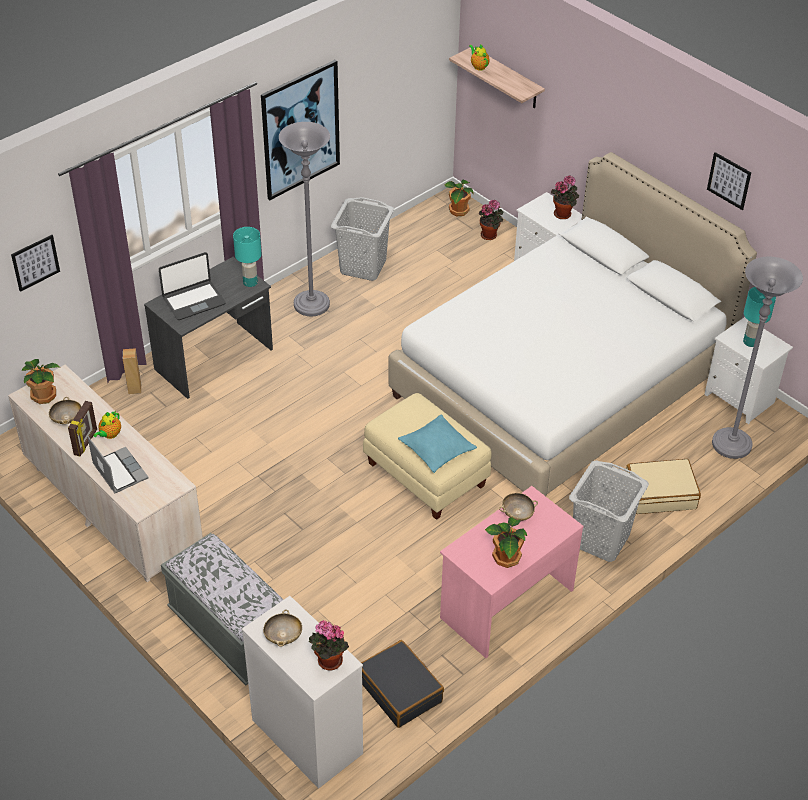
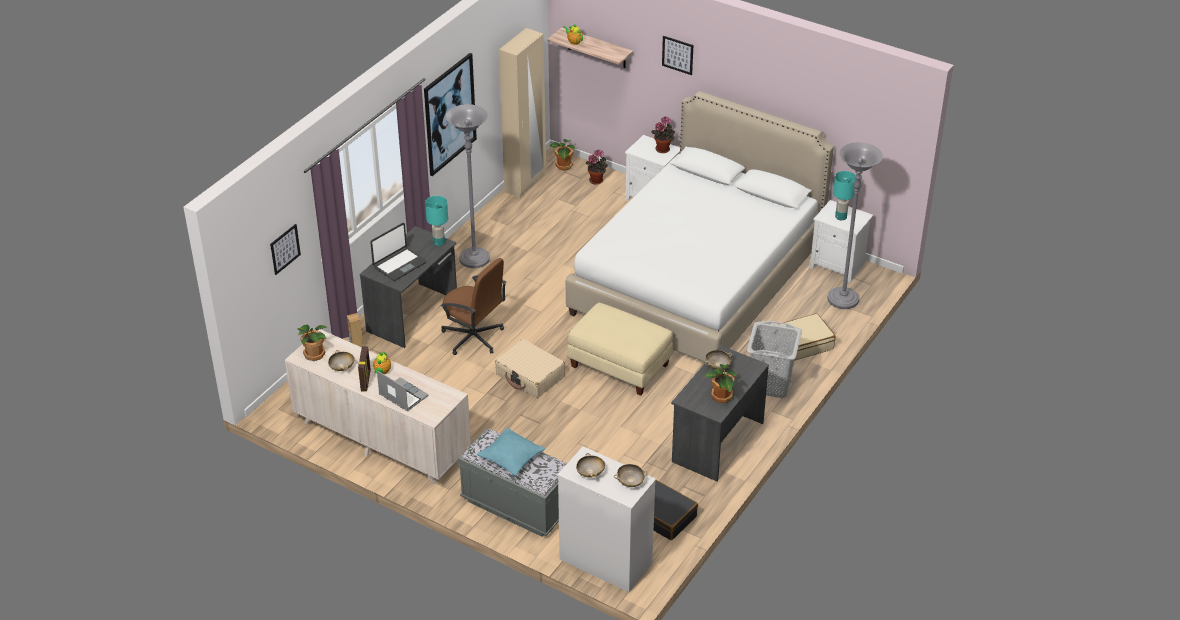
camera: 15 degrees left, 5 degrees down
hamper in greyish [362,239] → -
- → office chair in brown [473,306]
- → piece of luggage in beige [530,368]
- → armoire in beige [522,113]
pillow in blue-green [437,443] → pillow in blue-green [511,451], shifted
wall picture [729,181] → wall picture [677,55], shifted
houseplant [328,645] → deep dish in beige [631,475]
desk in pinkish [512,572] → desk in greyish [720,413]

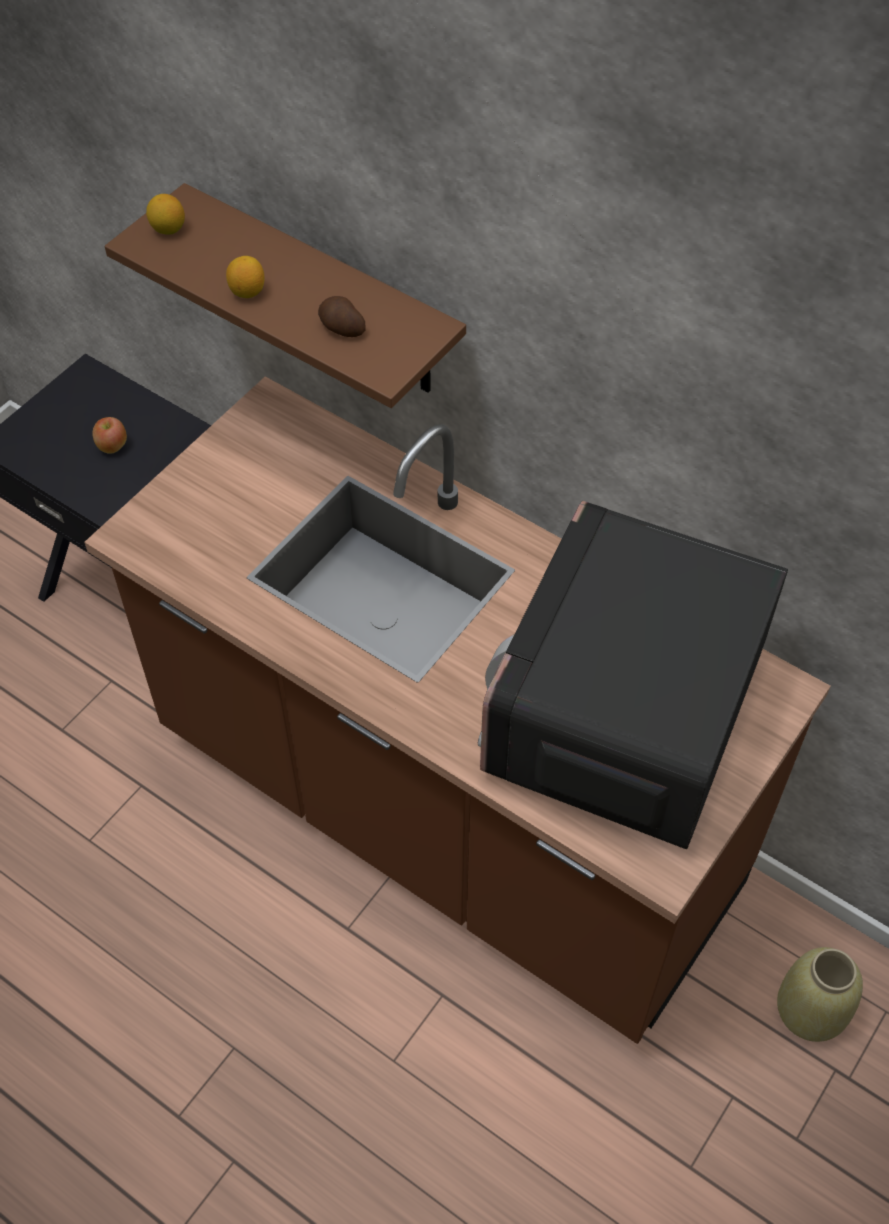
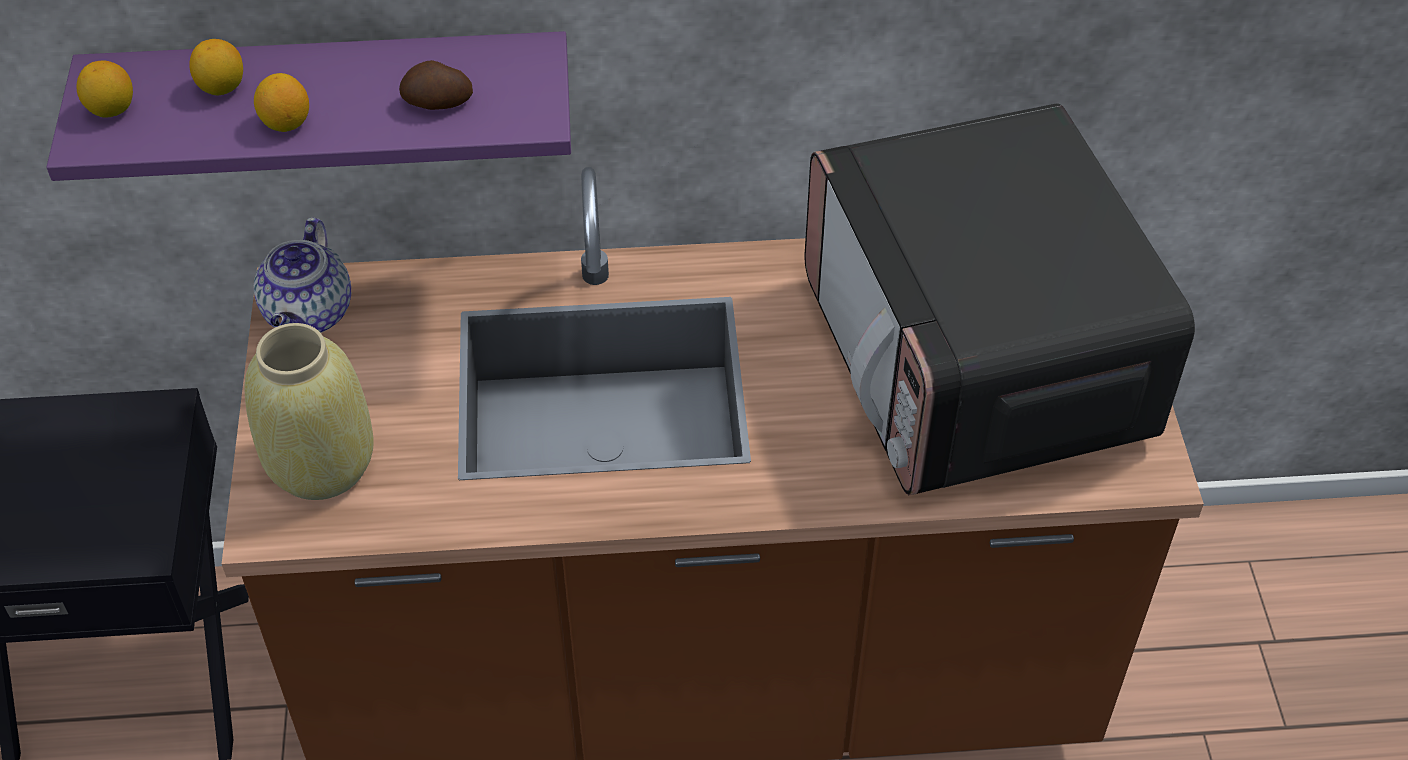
camera: 40 degrees left, 5 degrees down
apple [109,435] → -
- → citrus fruit [216,67]
- → teapot [302,275]
vase in beige [820,994] → vase in beige [309,411], shifted
wall shelf in brown [285,295] → wall shelf in purple-coloured [308,106]

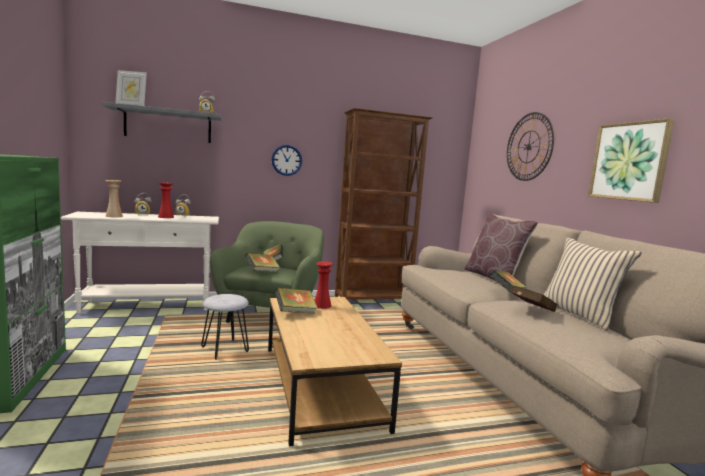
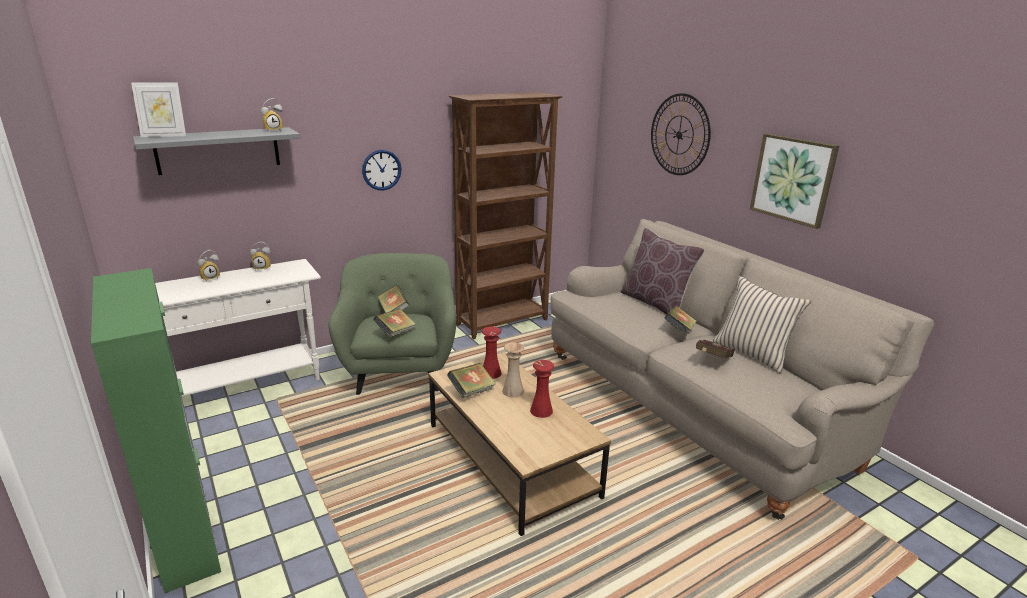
camera: 15 degrees left, 15 degrees up
stool seat in greyish [225,327] → -
vase in beige [114,198] → vase in beige [513,370], shifted
vase in red [166,200] → vase in red [542,389], shifted

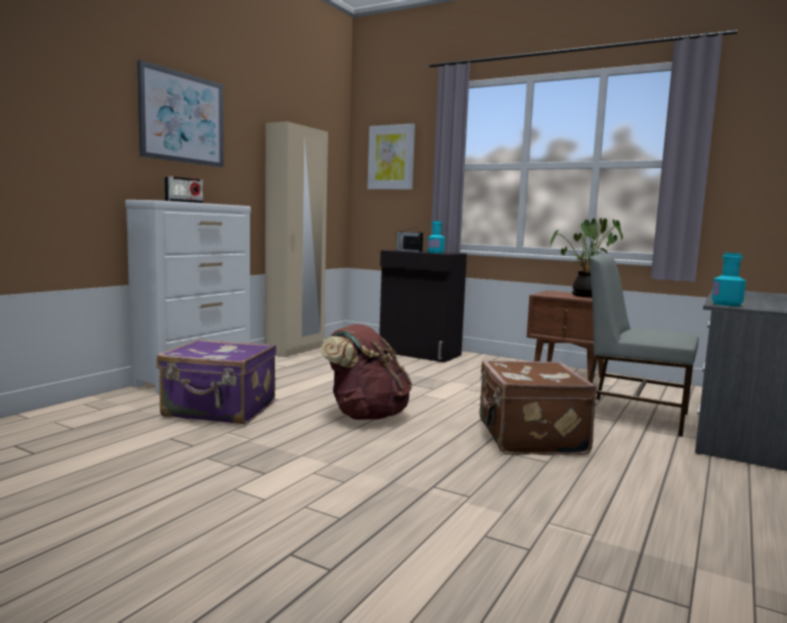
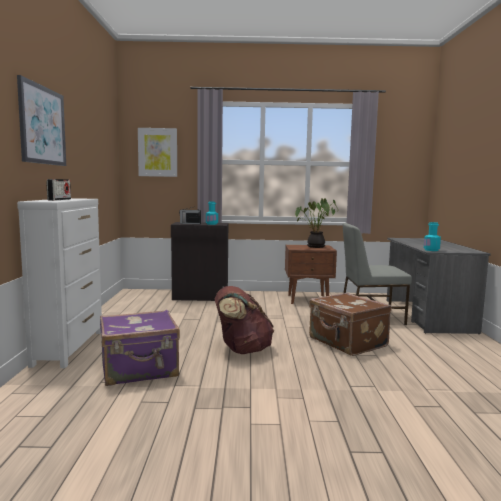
camera: 30 degrees left, 0 degrees up
armoire in beige [296,239] → -

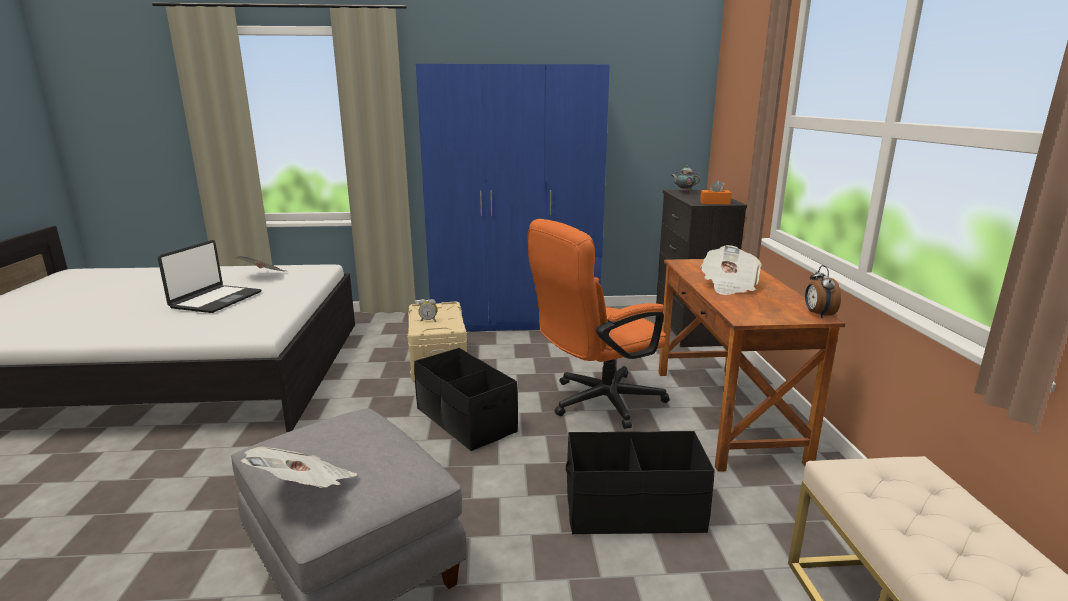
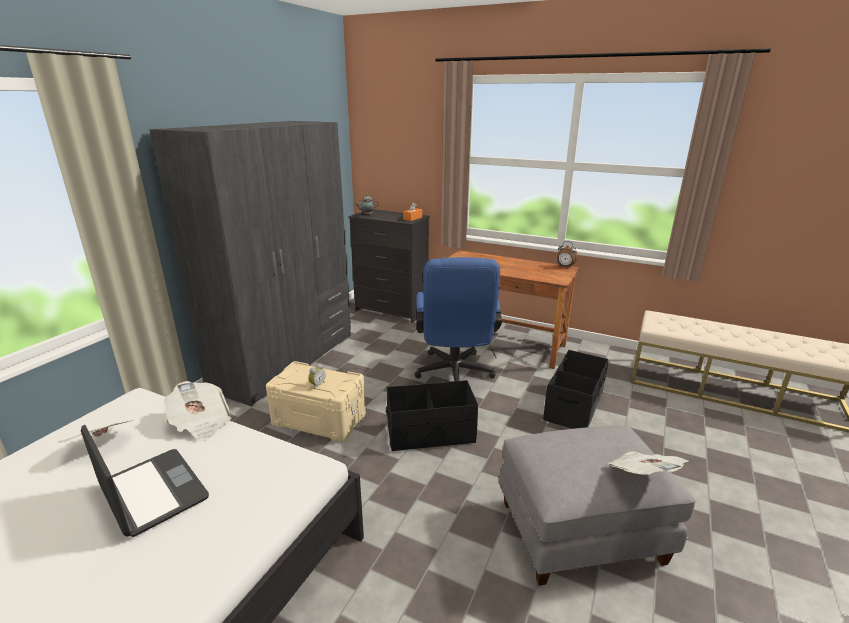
camera: 60 degrees left, 5 degrees up
daily paper [731,270] → daily paper [197,411], shifted
armoire in blue-coloured [513,198] → armoire in greyish [250,264]
office chair in orangey [598,324] → office chair in blue-coloured [458,319]

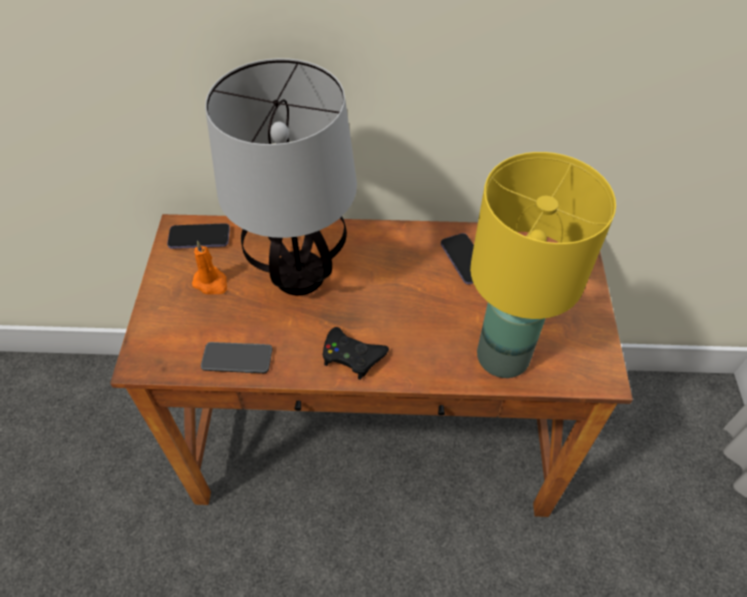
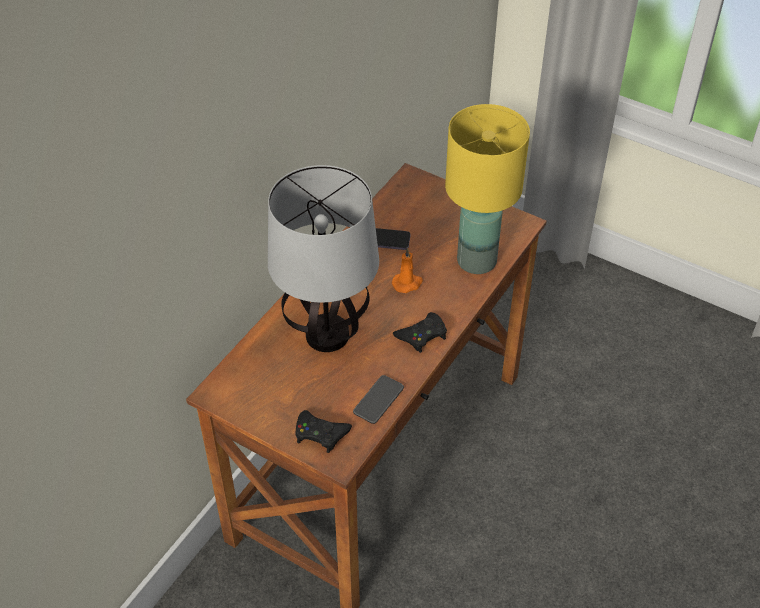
camera: 60 degrees left, 5 degrees down
handset [198,236] → -
- → gamepad in black-coloured [323,431]
candle in orangey [209,267] → candle in orangey [407,270], shifted

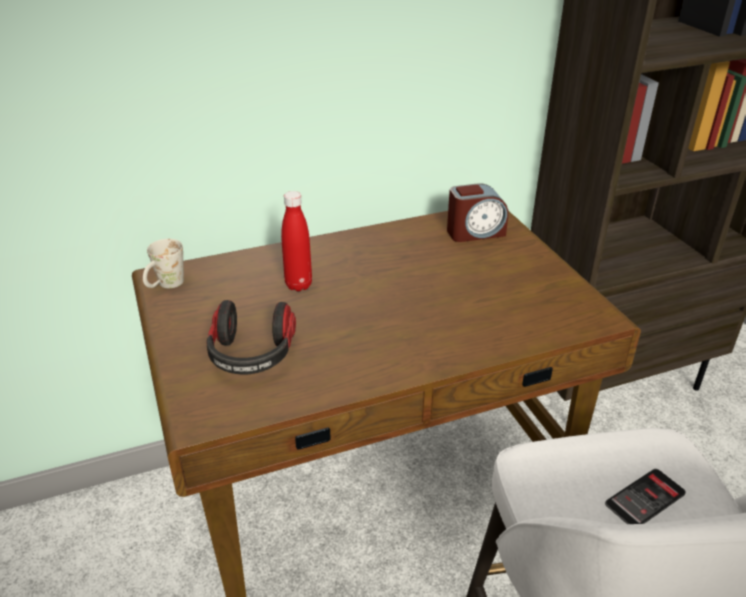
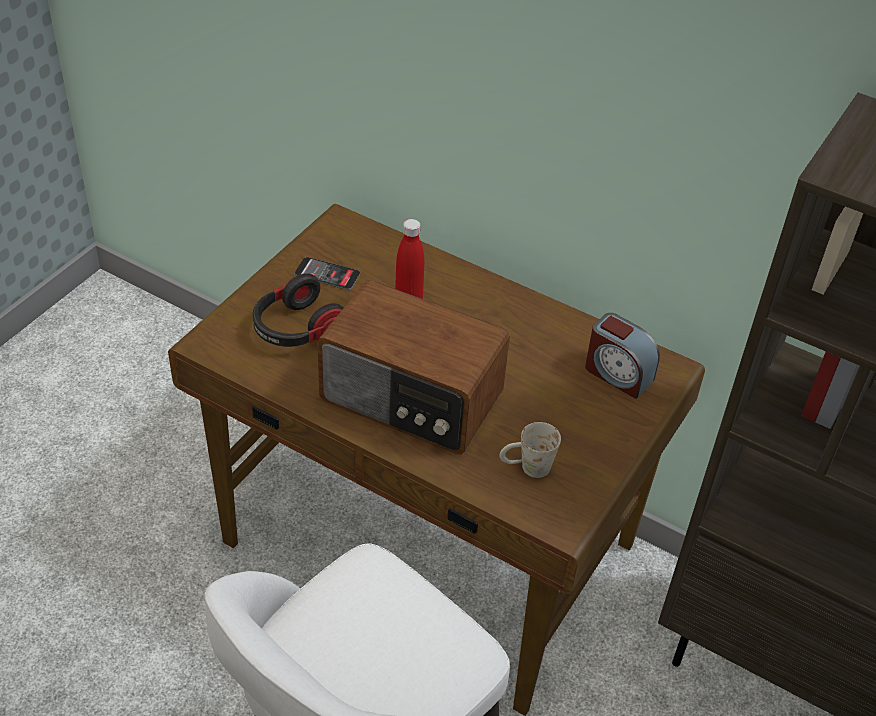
camera: 50 degrees right, 10 degrees up
- → radio receiver [413,367]
mug in whitish [163,263] → mug in whitish [530,450], shifted
handset [645,496] → handset [327,273], shifted

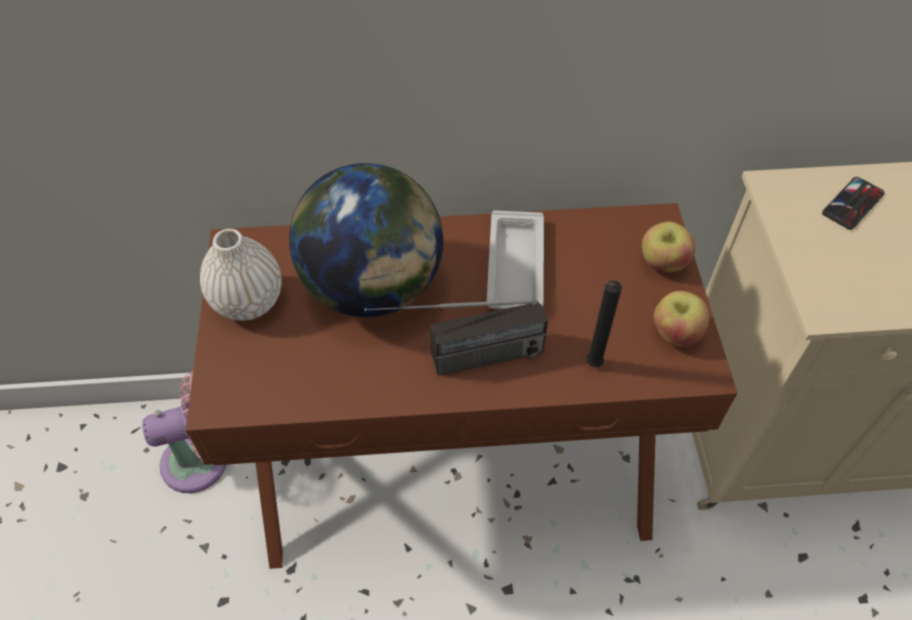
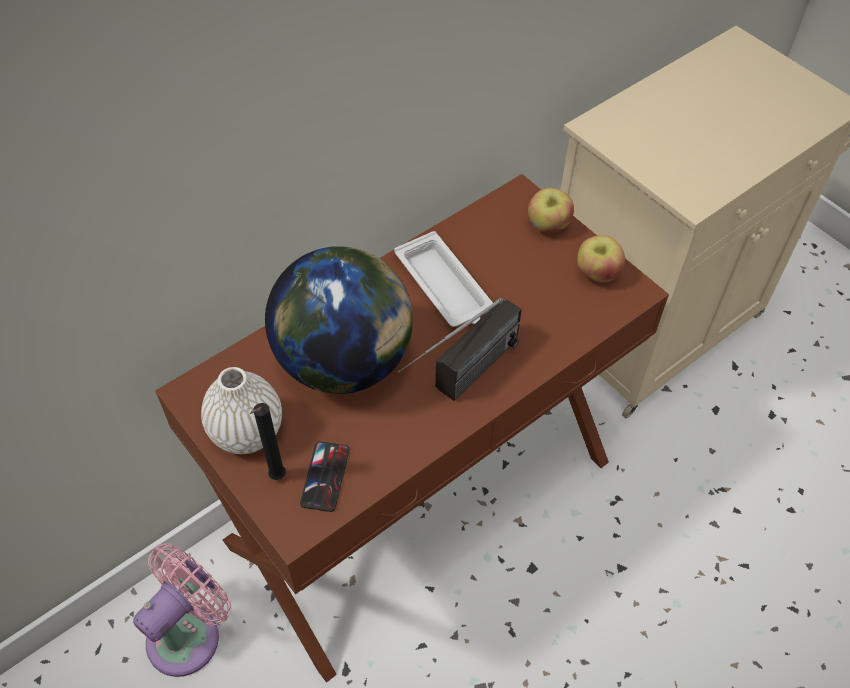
camera: 35 degrees left, 0 degrees up
candle in black-coloured [604,323] → candle in black-coloured [268,441], shifted
handset [853,203] → handset [324,476], shifted

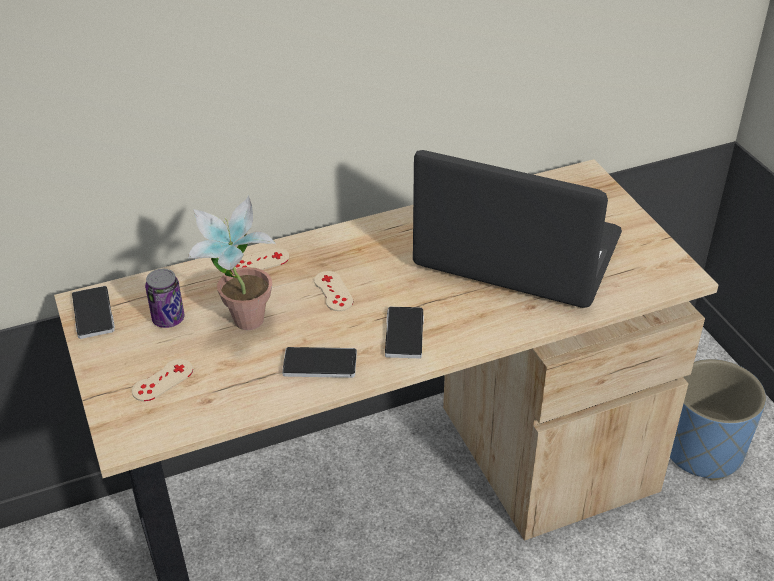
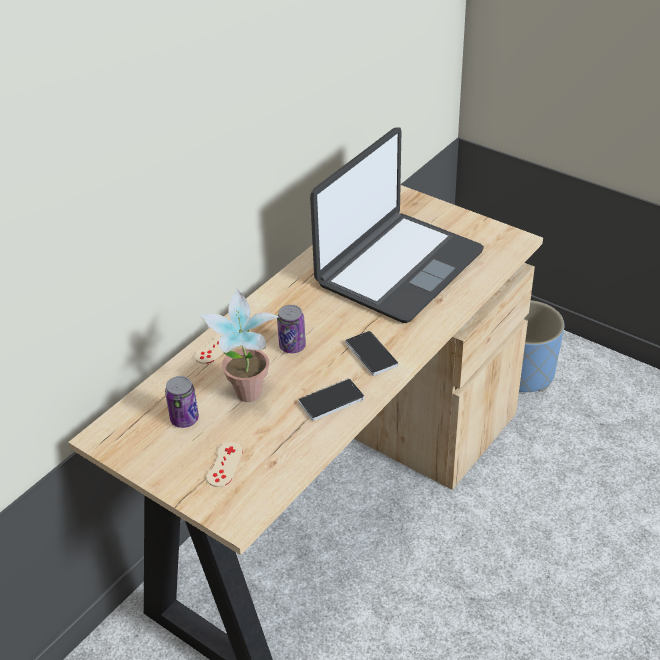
camera: 30 degrees left, 0 degrees up
handset [93,312] → -
gamepad in beige [333,291] → sealed can [291,329]
notebook computer [517,229] → notebook computer [397,225], 135 degrees clockwise

